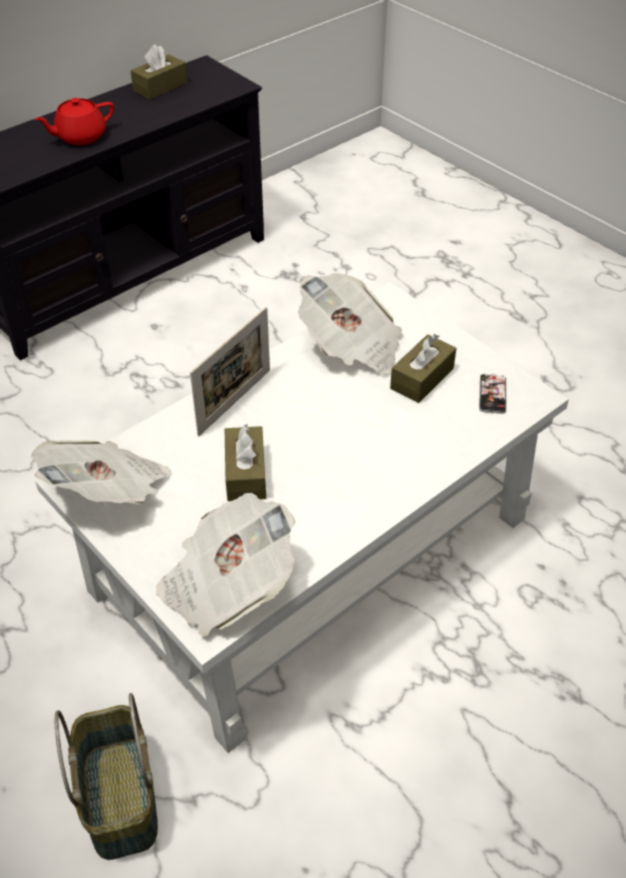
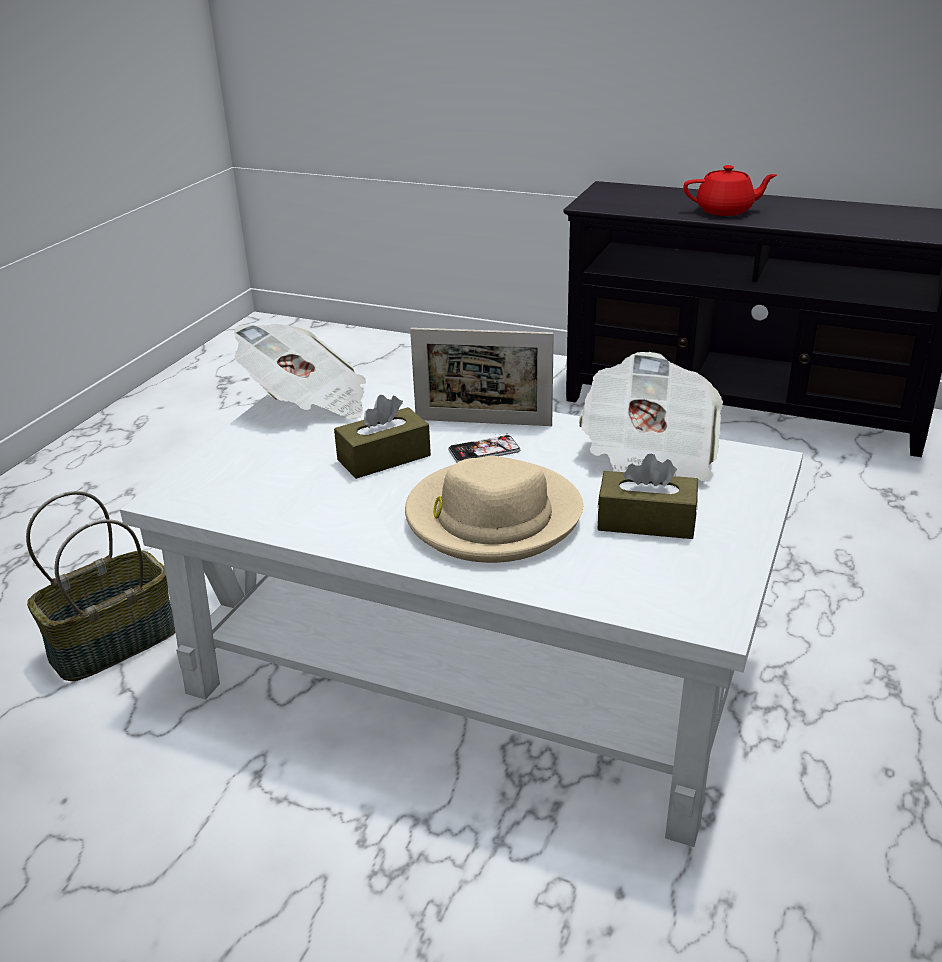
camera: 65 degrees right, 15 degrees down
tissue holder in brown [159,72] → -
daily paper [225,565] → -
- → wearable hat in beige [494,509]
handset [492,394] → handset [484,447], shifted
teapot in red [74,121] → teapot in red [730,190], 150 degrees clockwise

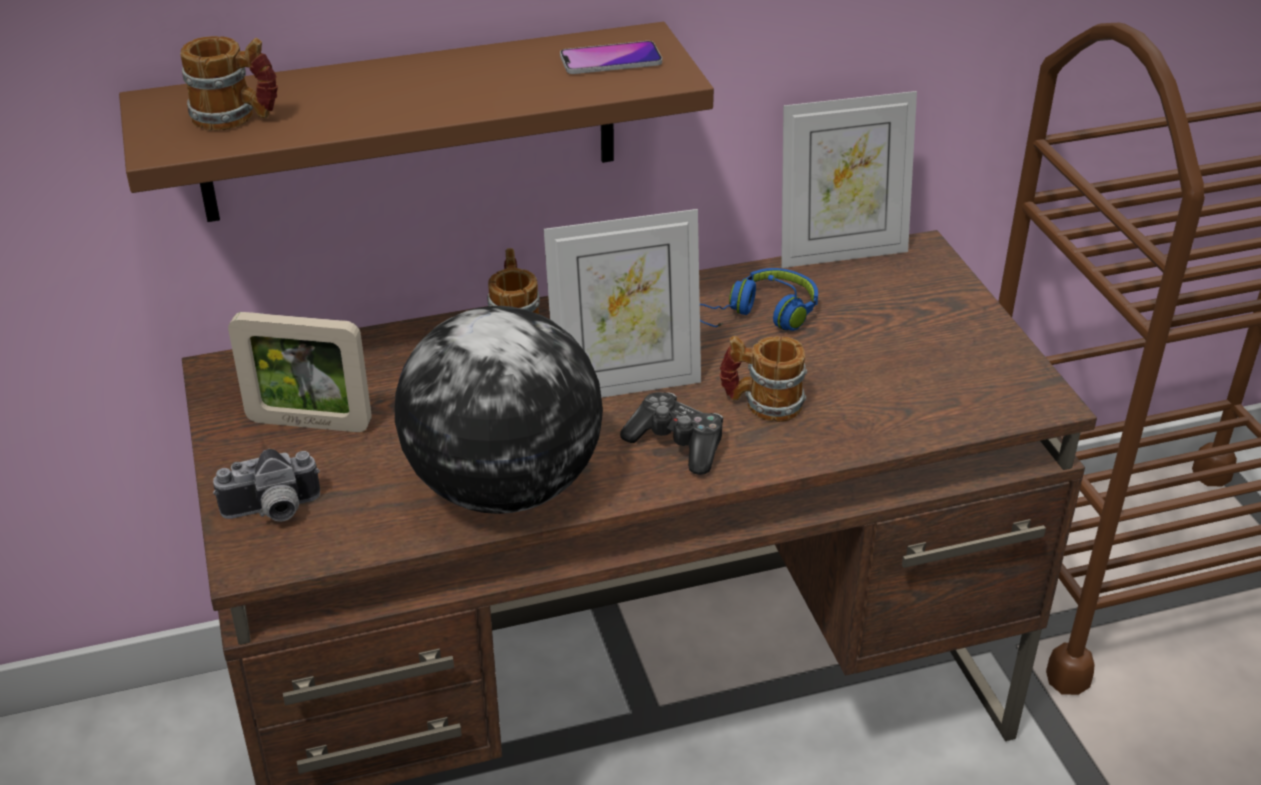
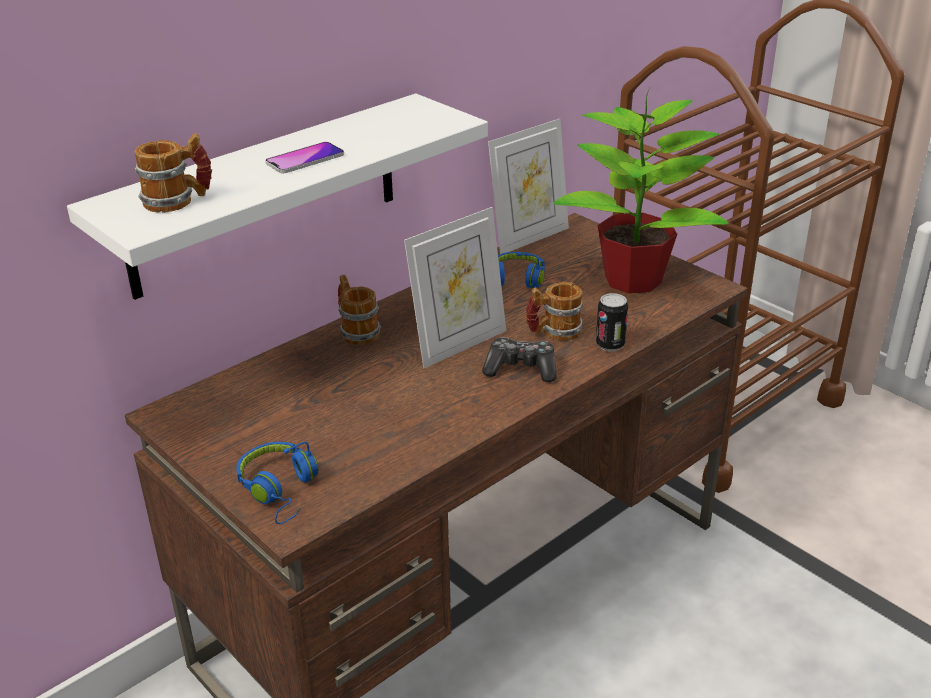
camera: 25 degrees left, 5 degrees down
photo frame [300,372] → -
desk globe [499,410] → -
- → houseplant [641,190]
- → sealed can [612,322]
handset [611,57] → handset [304,157], shifted
still camera [266,485] → pair of headphones in blue-coloured [277,483]
wall shelf in brown [416,122] → wall shelf in whitish [277,197]

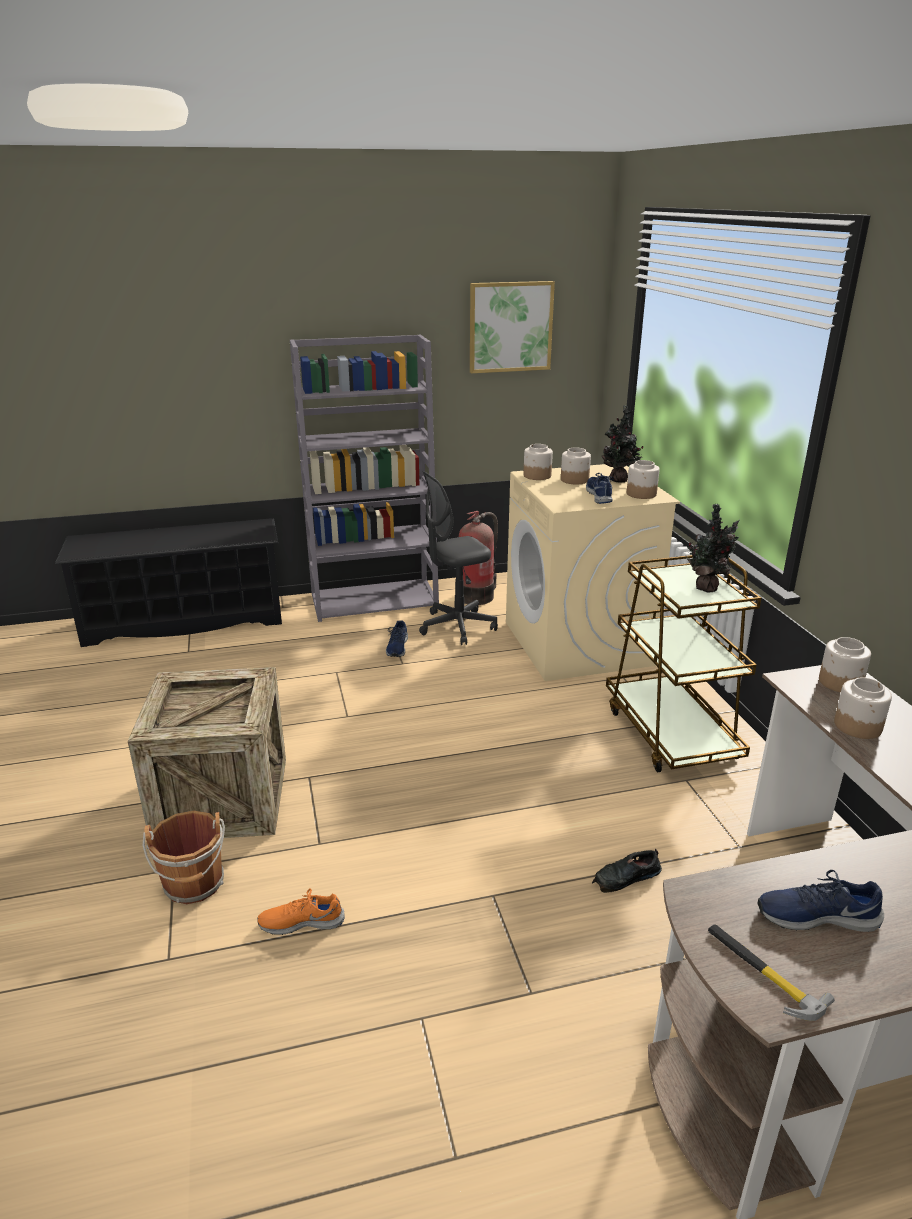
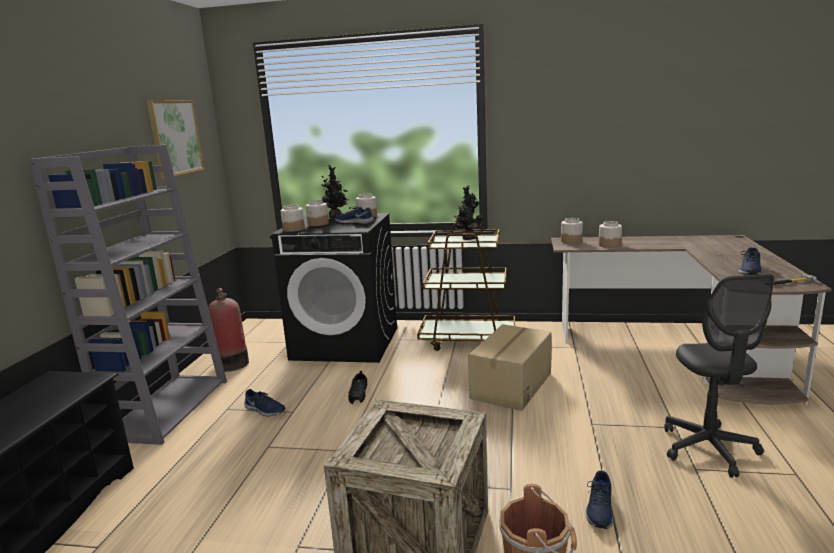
camera: 65 degrees left, 10 degrees down
- → packing box [510,367]
office chair in greyish [458,558] → office chair in greyish [719,376], shifted
low shoe in black-coloured [627,871] → low shoe in black-coloured [357,387], shifted
low shoe in orangey [301,911] → low shoe in blue-coloured [599,500]
laundry machine in beige [593,572] → laundry machine in black-coloured [334,288]

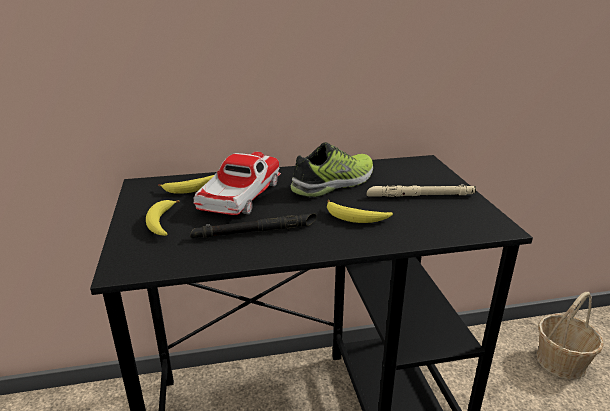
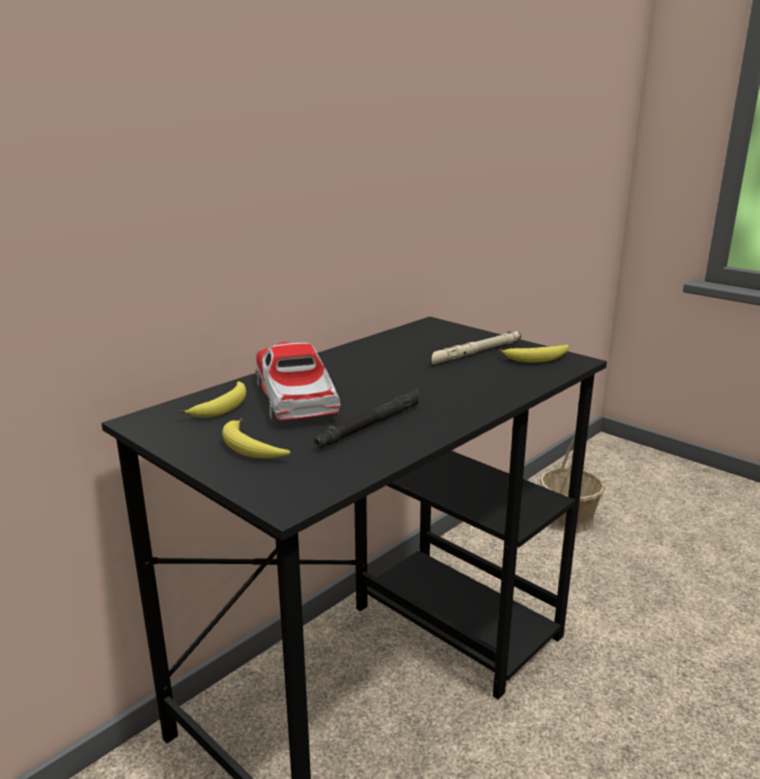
camera: 35 degrees left, 5 degrees down
low shoe [332,170] → -
banana fruit [360,211] → banana fruit [534,354], shifted

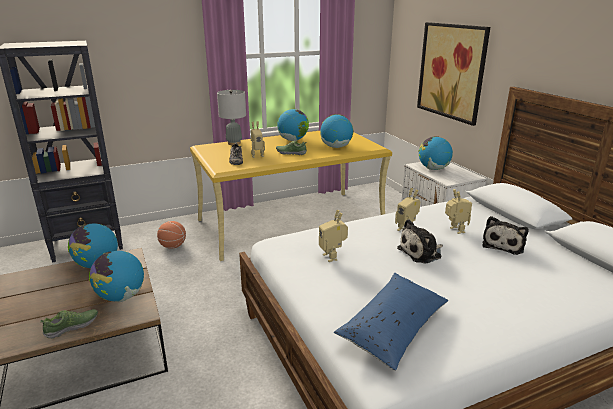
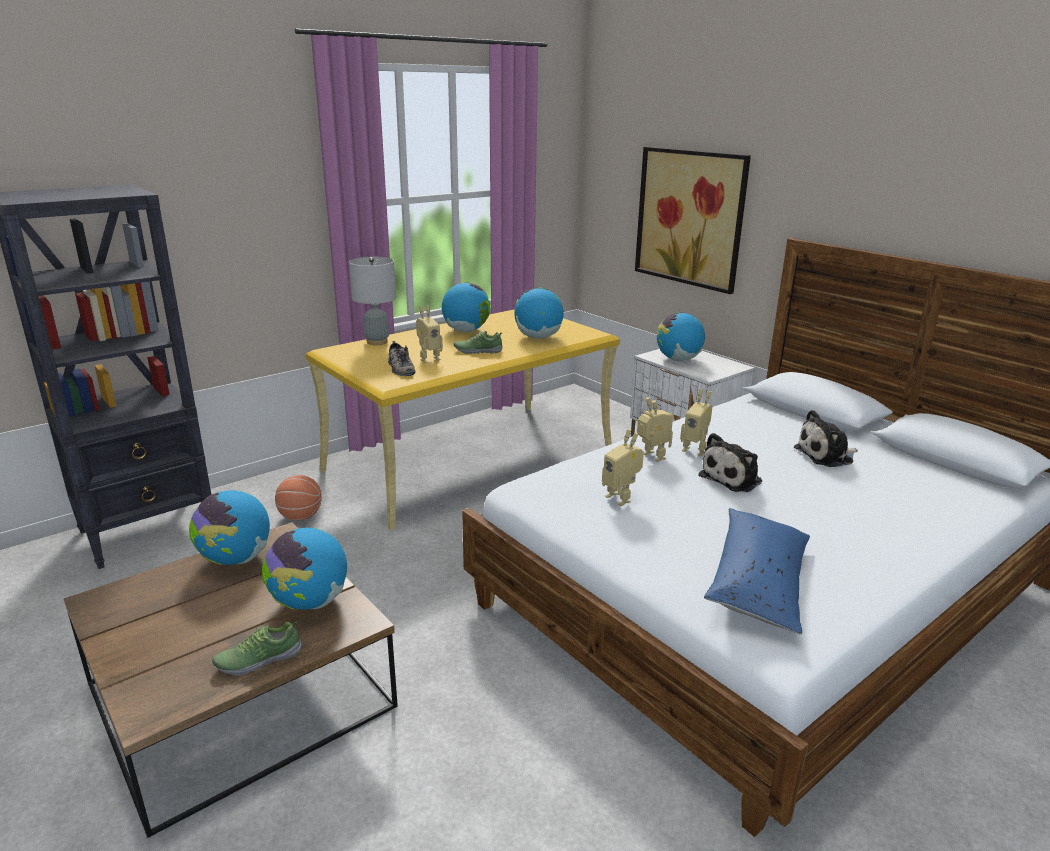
camera: 15 degrees left, 0 degrees up
model robot [458,211] → model robot [655,429], shifted
low shoe [69,324] → low shoe [257,648], 150 degrees counterclockwise
cuddly toy [505,235] → cuddly toy [826,438], 60 degrees clockwise

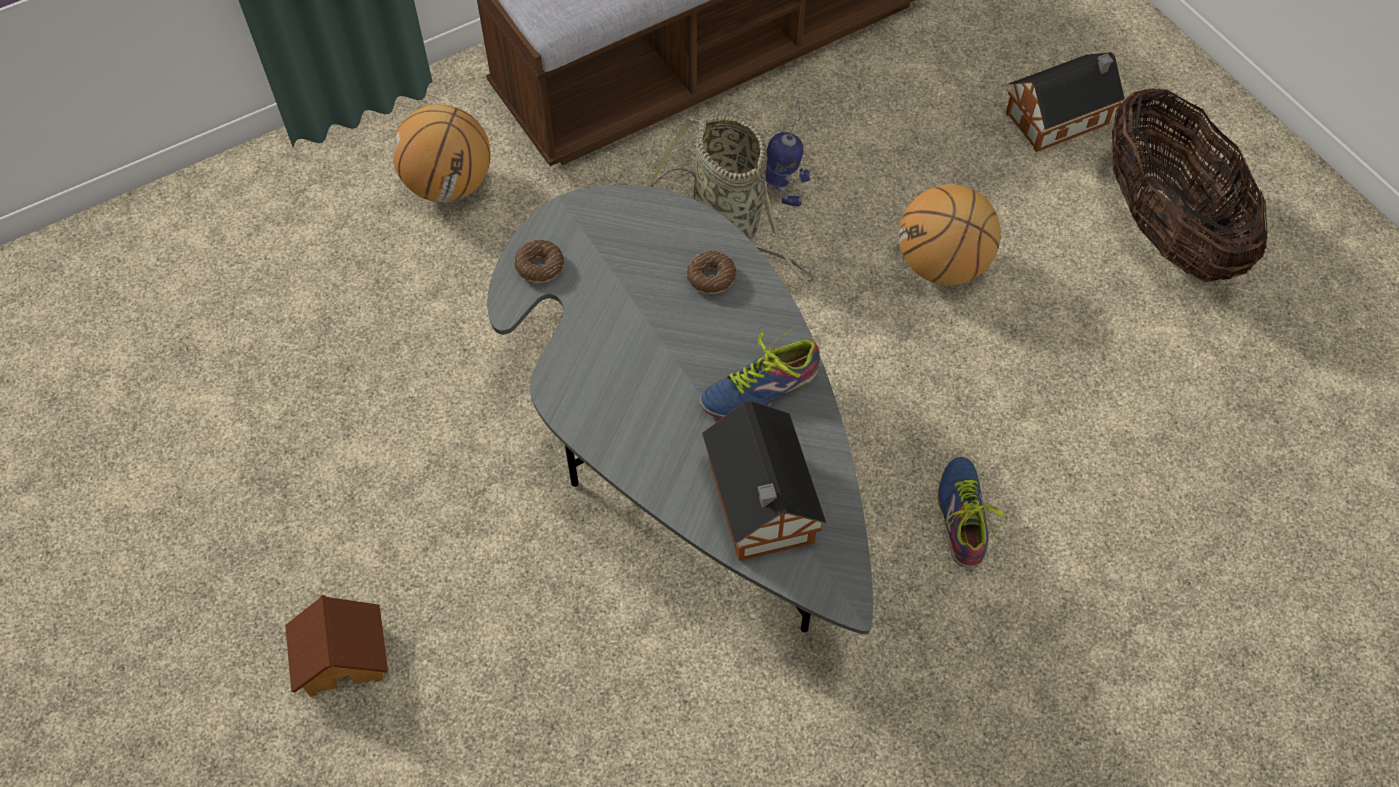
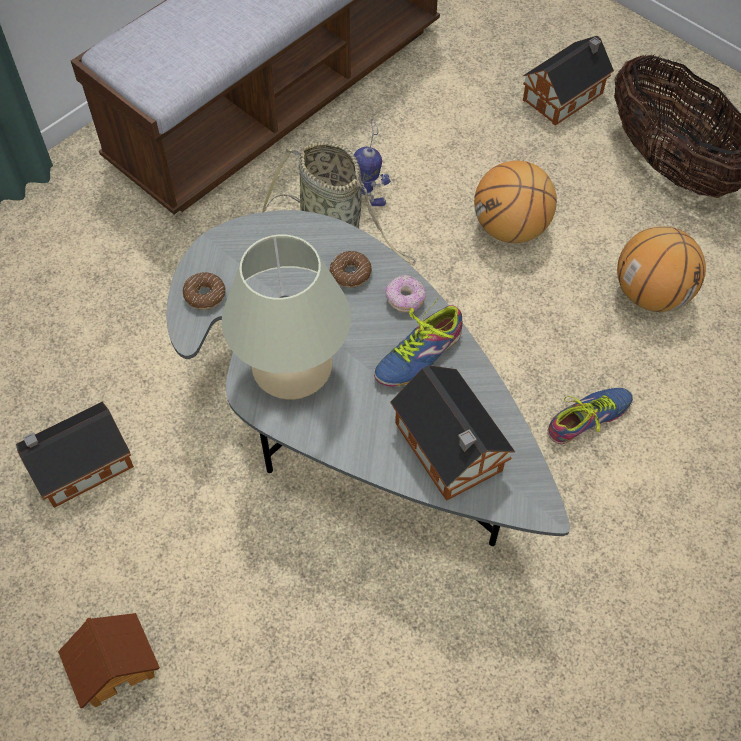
camera: 15 degrees left, 0 degrees up
- → model house [75,455]
- → lamp for a table in beige [286,317]
- → ring doughnut [405,293]
basketball ball [441,153] → basketball ball [661,269], shifted
low shoe [971,512] → low shoe [590,416], 75 degrees clockwise

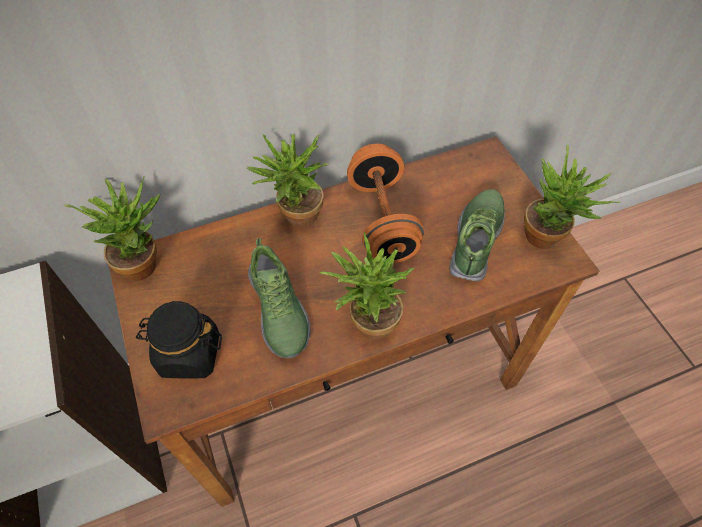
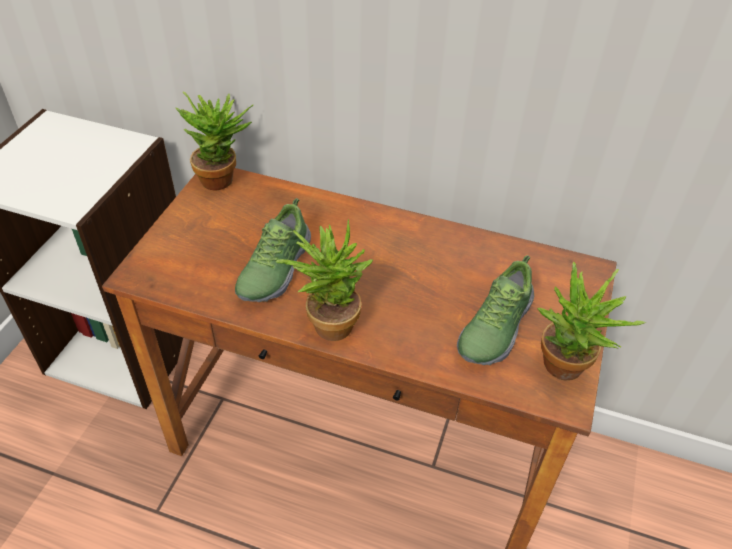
camera: 40 degrees right, 10 degrees down
storage jar in black-coloured [179,340] → -
houseplant [288,180] → -
free weight in orangey [385,203] → -
low shoe [477,235] → low shoe [495,310], 150 degrees clockwise

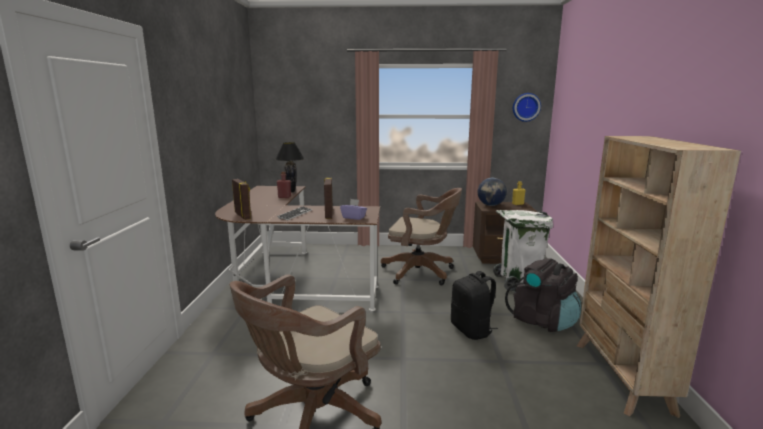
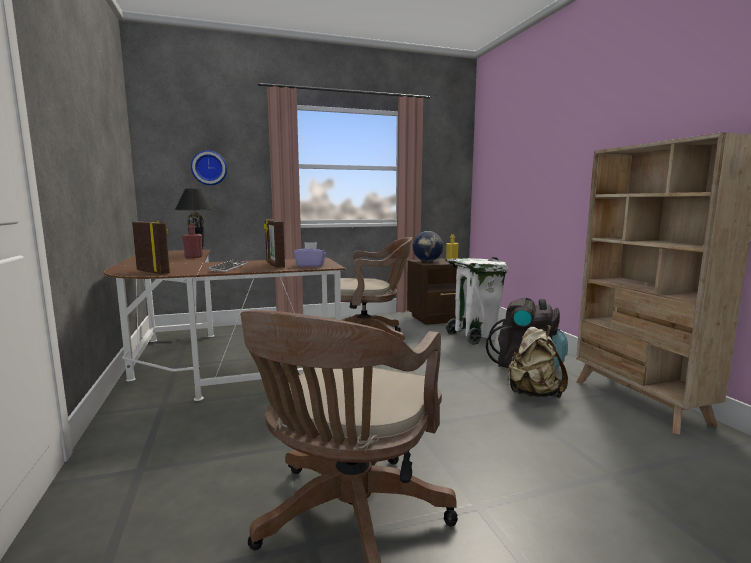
camera: 20 degrees left, 5 degrees down
rucksack in black-coloured [474,305] → -
- → rucksack in beige [537,361]
hanging clock [527,107] → hanging clock [209,167], shifted

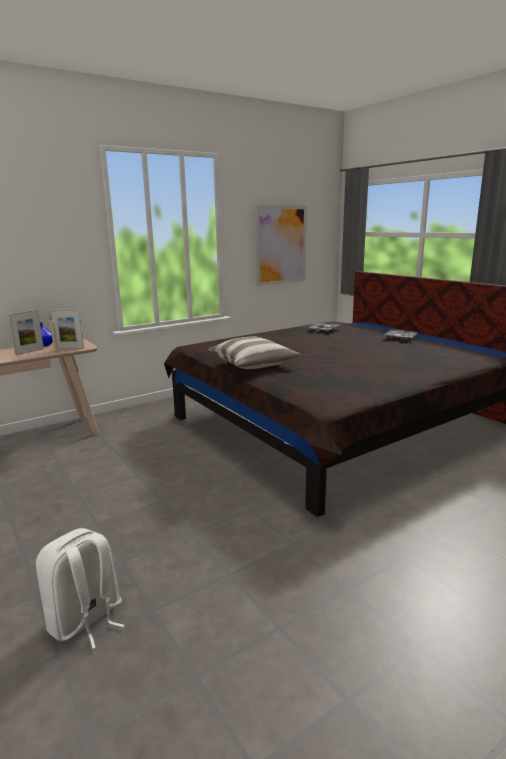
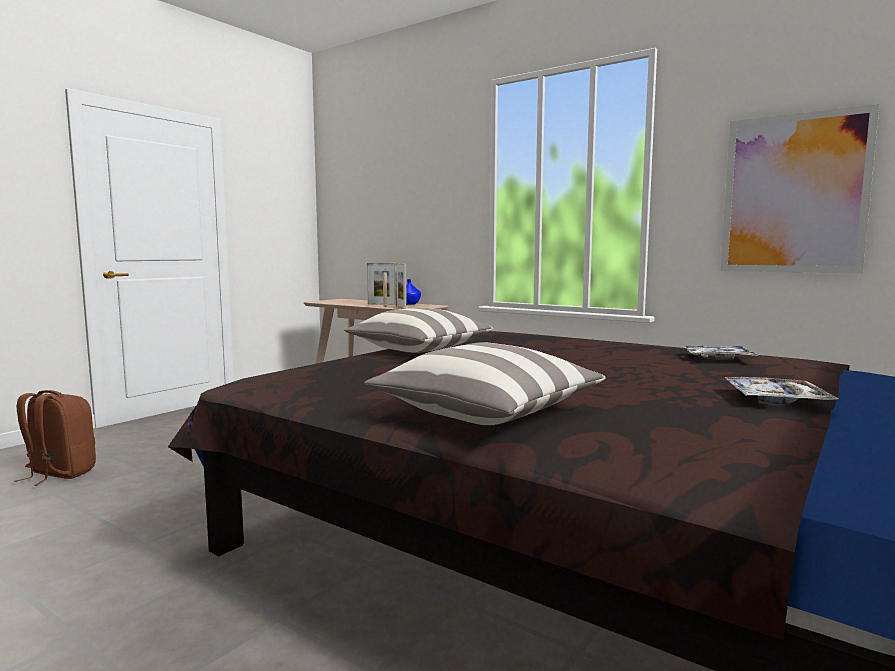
camera: 70 degrees right, 10 degrees down
- → pillow [484,383]
rucksack in whitish [80,588] → rucksack in brown [55,438]

